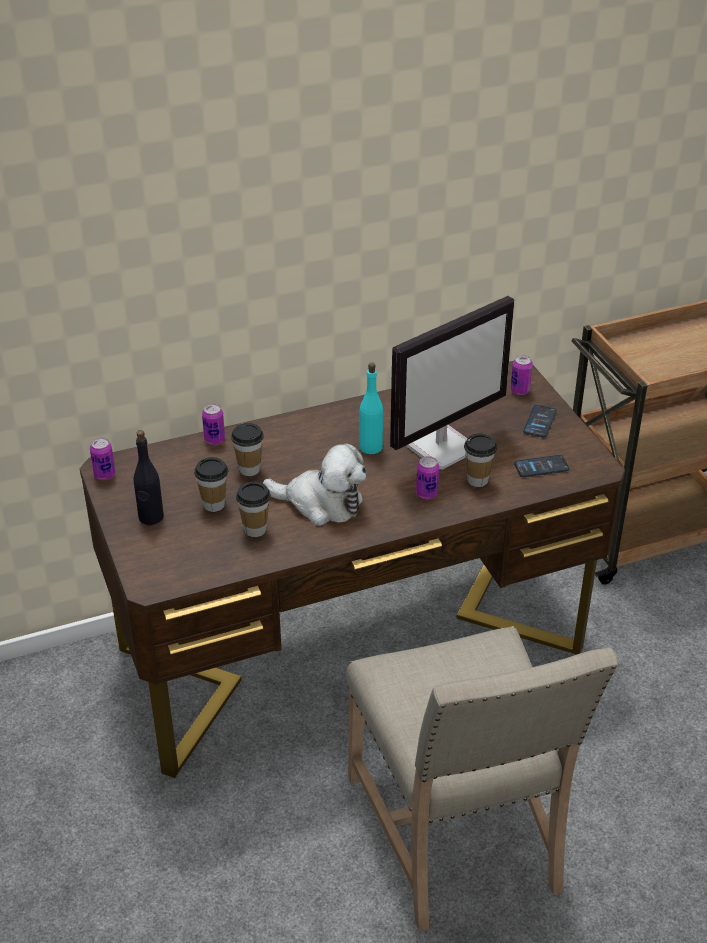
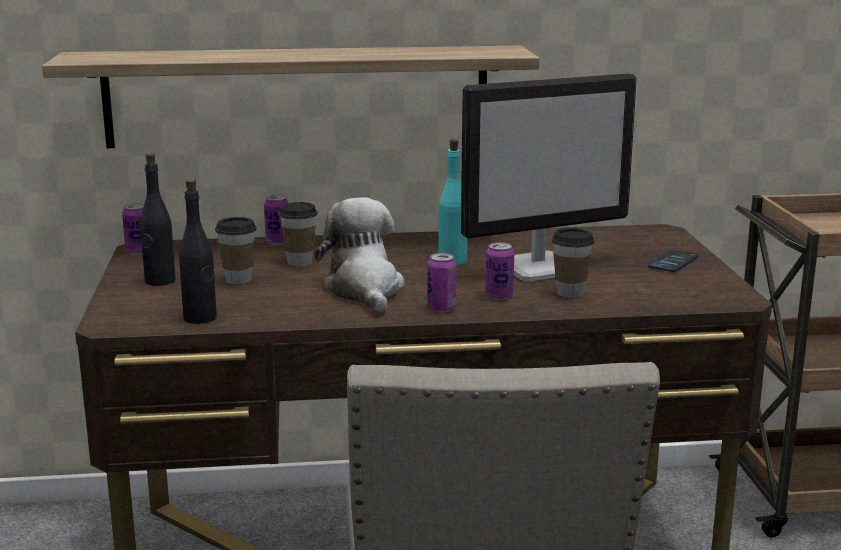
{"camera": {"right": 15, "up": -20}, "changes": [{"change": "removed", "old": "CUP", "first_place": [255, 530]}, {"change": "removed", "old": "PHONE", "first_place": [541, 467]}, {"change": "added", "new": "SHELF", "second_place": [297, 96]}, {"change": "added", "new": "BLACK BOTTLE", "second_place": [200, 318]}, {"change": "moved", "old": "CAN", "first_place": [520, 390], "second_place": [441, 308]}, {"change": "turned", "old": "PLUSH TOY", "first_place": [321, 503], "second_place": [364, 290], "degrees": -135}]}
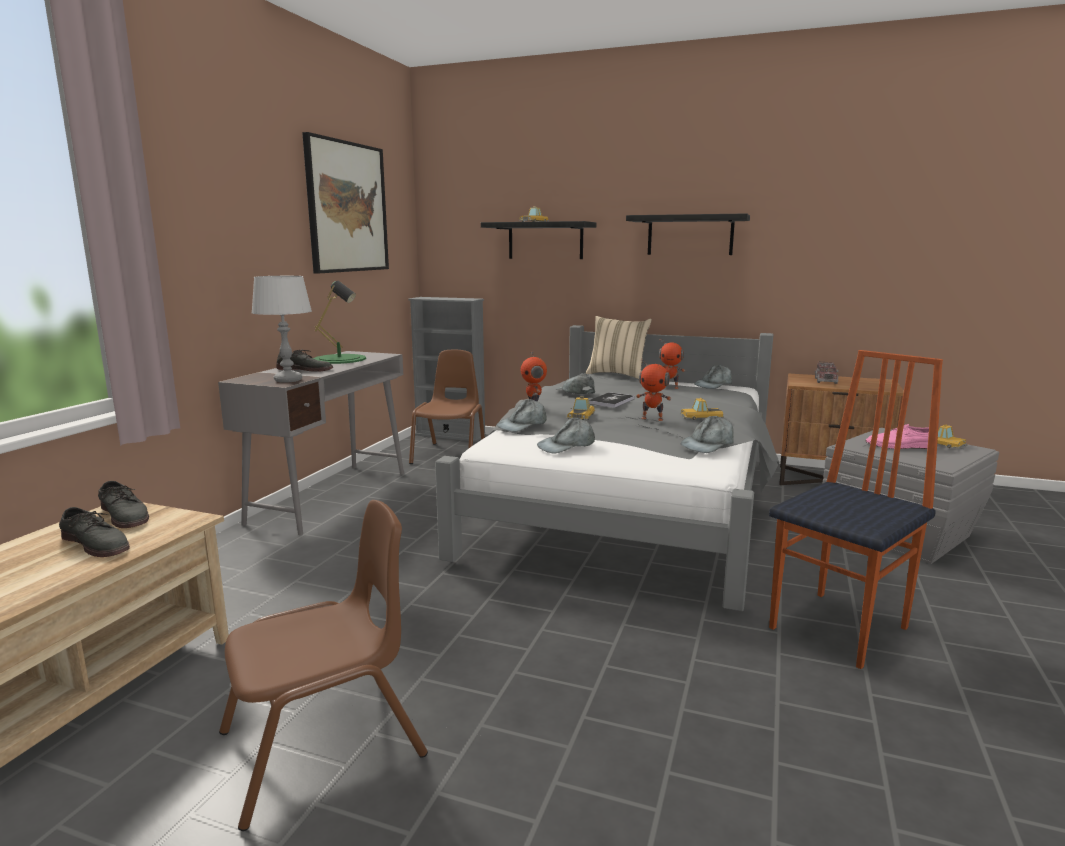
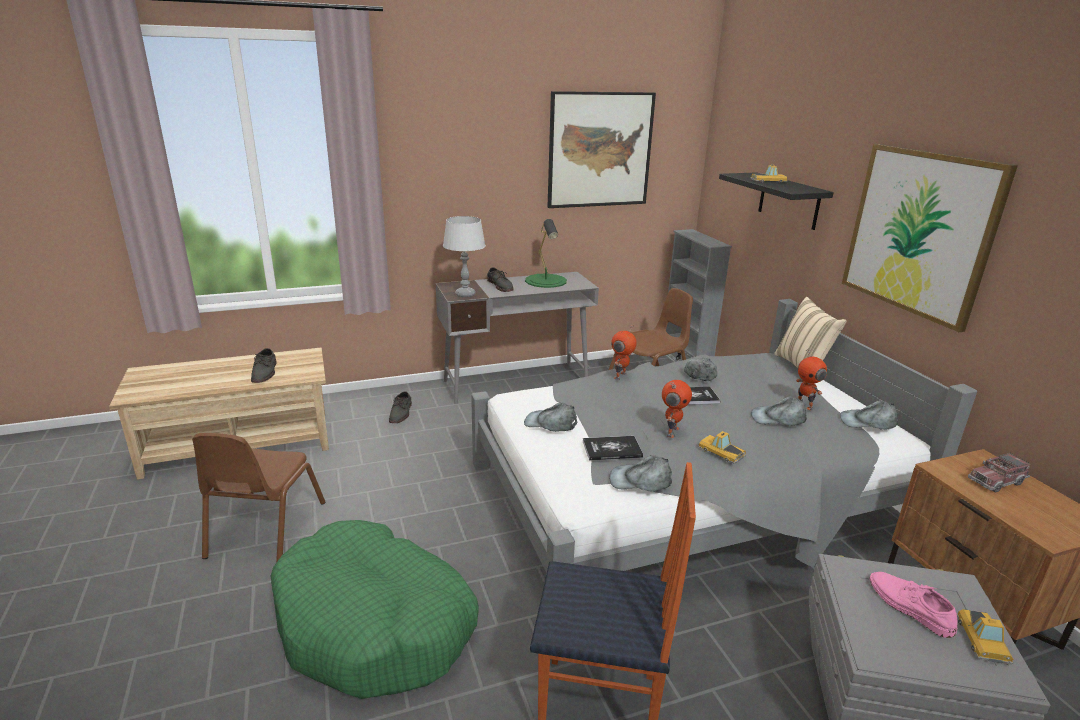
{"camera": {"right": 50, "up": 10}, "changes": [{"change": "removed", "old": "TOY CAR", "first_place": [581, 416]}, {"change": "added", "new": "GREEN DOG BED", "second_place": [375, 624]}, {"change": "added", "new": "BOOK", "second_place": [612, 449]}, {"change": "moved", "old": "GREY SHOE", "first_place": [125, 515], "second_place": [401, 413]}, {"change": "moved", "old": "GREY CAP", "first_place": [523, 425], "second_place": [778, 418]}, {"change": "replaced", "old": "BLACK SHELF", "new": "PICTURE", "first_place": [690, 235], "second_place": [919, 232]}, {"change": "turned", "old": "BROWN CHAIR", "first_place": [324, 746], "second_place": [265, 529], "degrees": 75}, {"change": "turned", "old": "TOY ROBOT", "first_place": [652, 419], "second_place": [671, 432], "degrees": -135}]}
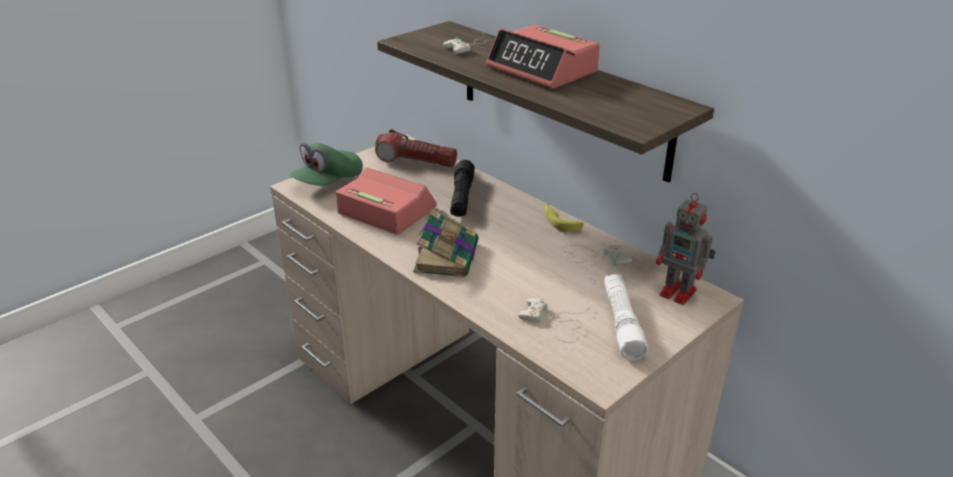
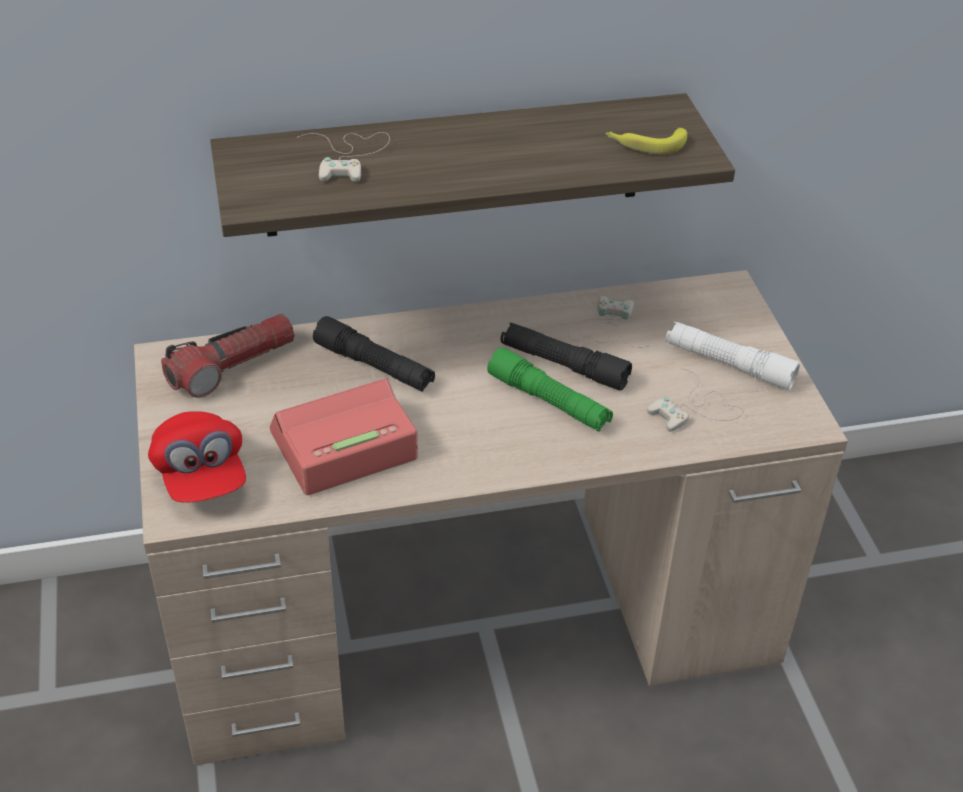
{"camera": {"right": -60, "up": 10}, "changes": [{"change": "removed", "old": "BOOK", "first_place": [447, 256]}, {"change": "removed", "old": "ALARM CLOCK", "first_place": [542, 70]}, {"change": "removed", "old": "TOY ROBOT", "first_place": [679, 293]}, {"change": "added", "new": "GREEN FLASHLIGHT", "second_place": [549, 401]}, {"change": "added", "new": "BLACK FLASHLIGHT", "second_place": [564, 365]}, {"change": "moved", "old": "BANANA", "first_place": [559, 220], "second_place": [645, 144]}, {"change": "recoloured", "old": "GREEN CAP", "new": "RED CAP", "first_place": [328, 182], "second_place": [201, 475]}]}
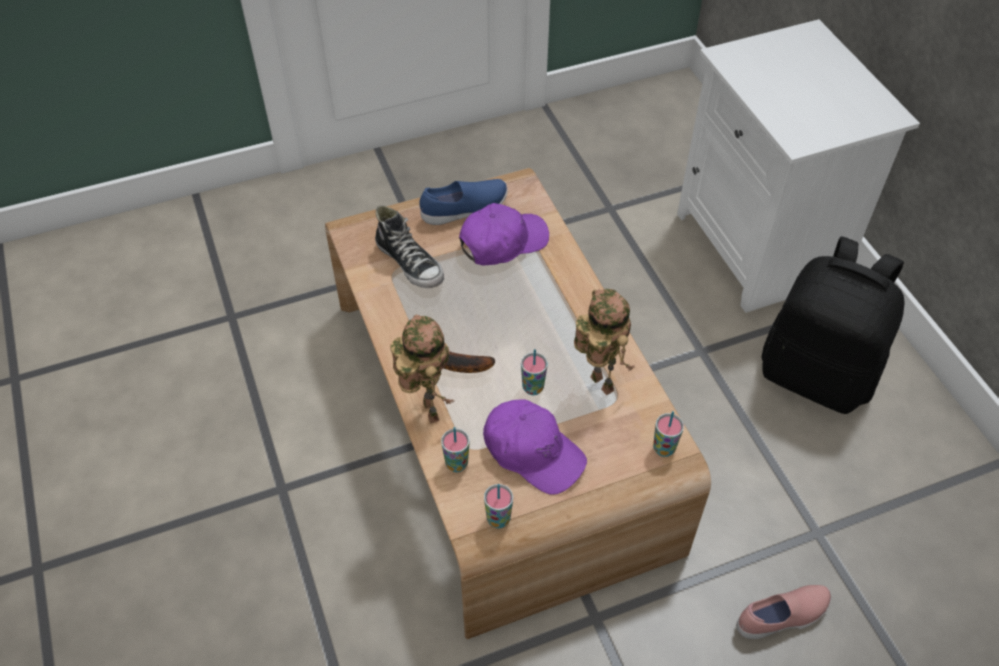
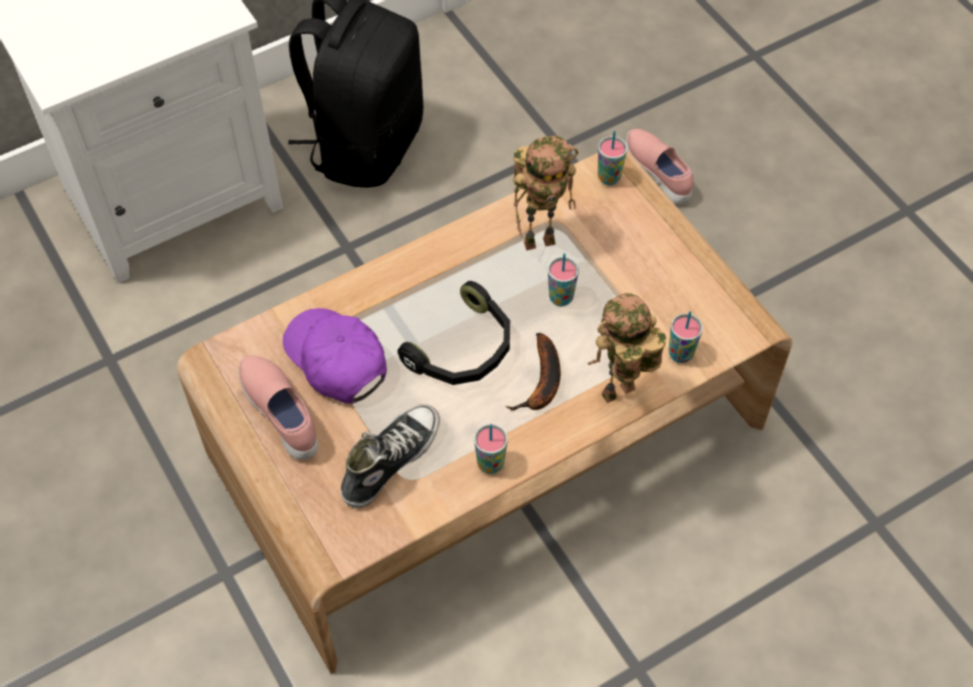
{"camera": {"right": -100, "up": 5}, "changes": [{"change": "removed", "old": "PURPLE CAP", "first_place": [533, 452]}, {"change": "added", "new": "BLACK HEADPHONES", "second_place": [464, 350]}, {"change": "moved", "old": "CUP", "first_place": [498, 519], "second_place": [490, 464]}, {"change": "recoloured", "old": "BLUE SHOE", "new": "PINK SHOE", "first_place": [465, 210], "second_place": [282, 413]}, {"change": "turned", "old": "TOY ROBOT", "first_place": [597, 384], "second_place": [540, 239], "degrees": -150}]}
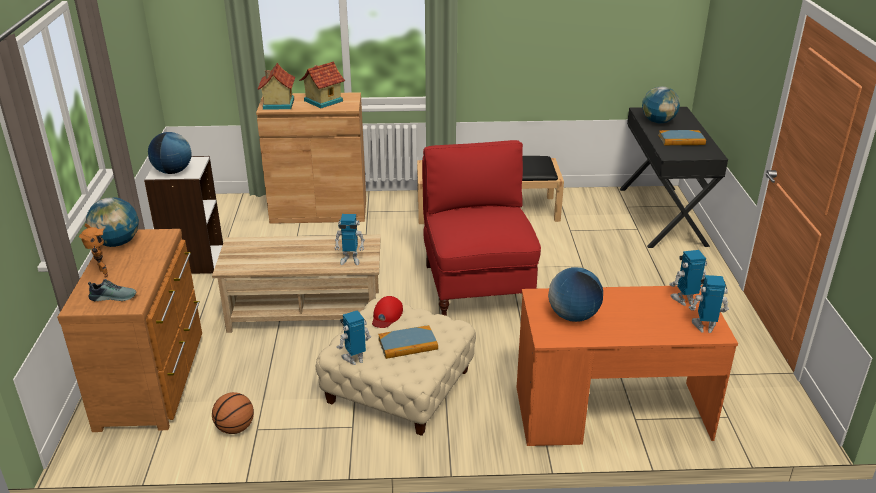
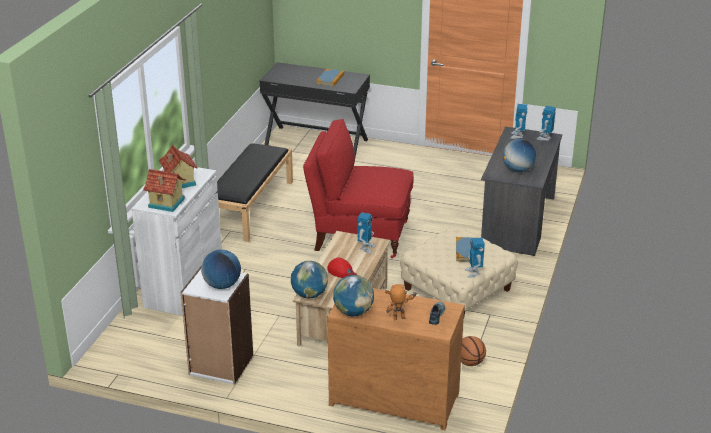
{"camera": {"right": -70, "up": 0}, "changes": [{"change": "moved", "old": "RED CAP", "first_place": [386, 315], "second_place": [342, 272]}, {"change": "moved", "old": "GLOBE", "first_place": [658, 122], "second_place": [309, 294]}, {"change": "recoloured", "old": "BROWN CABINET", "new": "WHITE CABINET", "first_place": [319, 211], "second_place": [184, 286]}, {"change": "recoloured", "old": "ORANGE DESK", "new": "GREY DESK", "first_place": [610, 413], "second_place": [518, 222]}]}
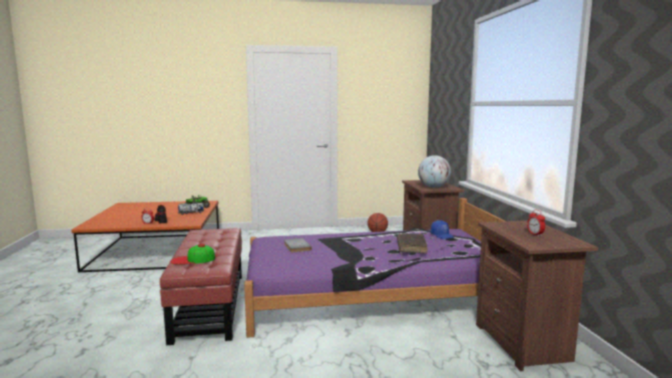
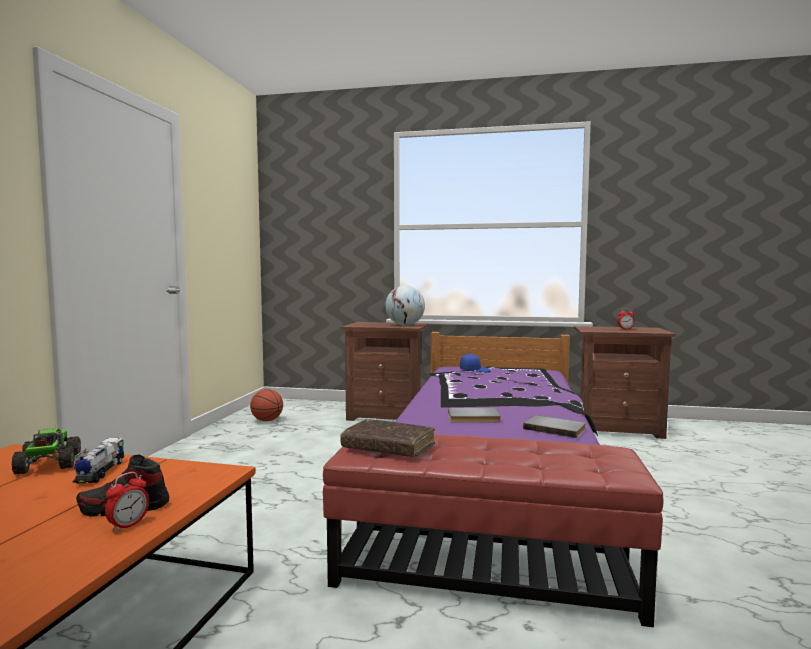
{"camera": {"right": -70, "up": -5}, "changes": [{"change": "removed", "old": "CAP", "first_place": [193, 260]}, {"change": "added", "new": "GREY BOOK", "second_place": [555, 428]}, {"change": "moved", "old": "BROWN BOOK", "first_place": [411, 247], "second_place": [388, 447]}]}
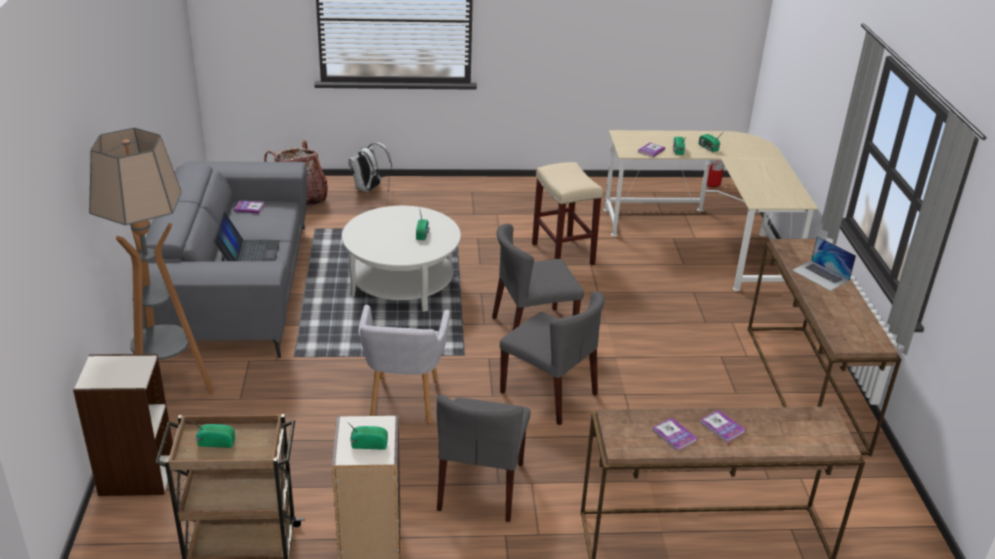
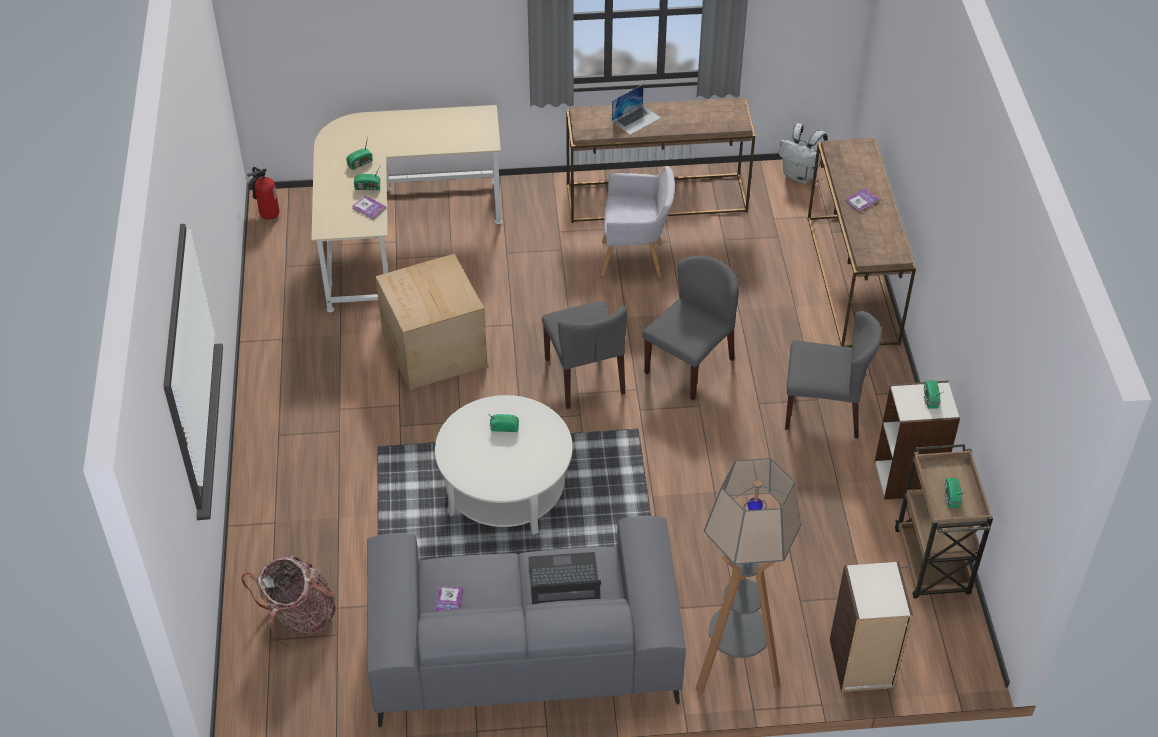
{"camera": {"right": -90, "up": 15}, "changes": [{"change": "removed", "old": "BOOK", "first_place": [674, 435]}, {"change": "moved", "old": "WHITE BACKPACK", "first_place": [369, 189], "second_place": [800, 175]}, {"change": "moved", "old": "GREY ARMCHAIR", "first_place": [403, 402], "second_place": [635, 260]}, {"change": "replaced", "old": "BEIGE STOOL", "new": "CARDBOARD BOX", "first_place": [562, 253], "second_place": [433, 351]}]}
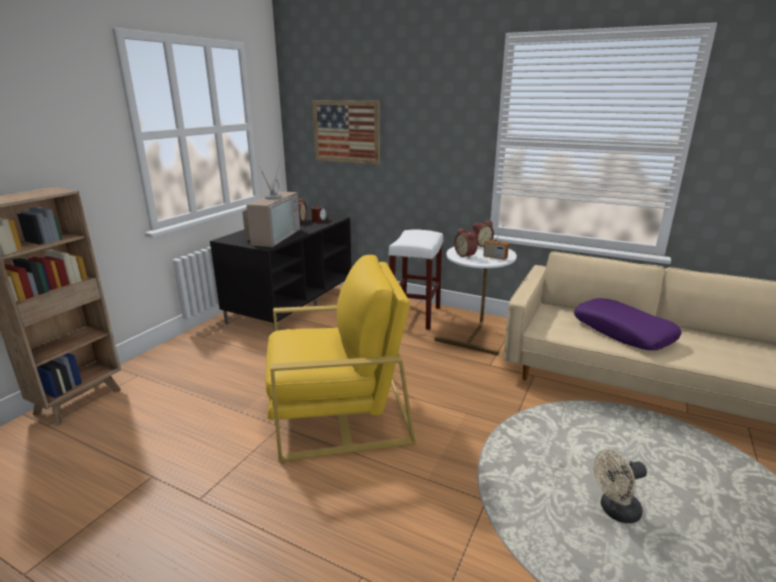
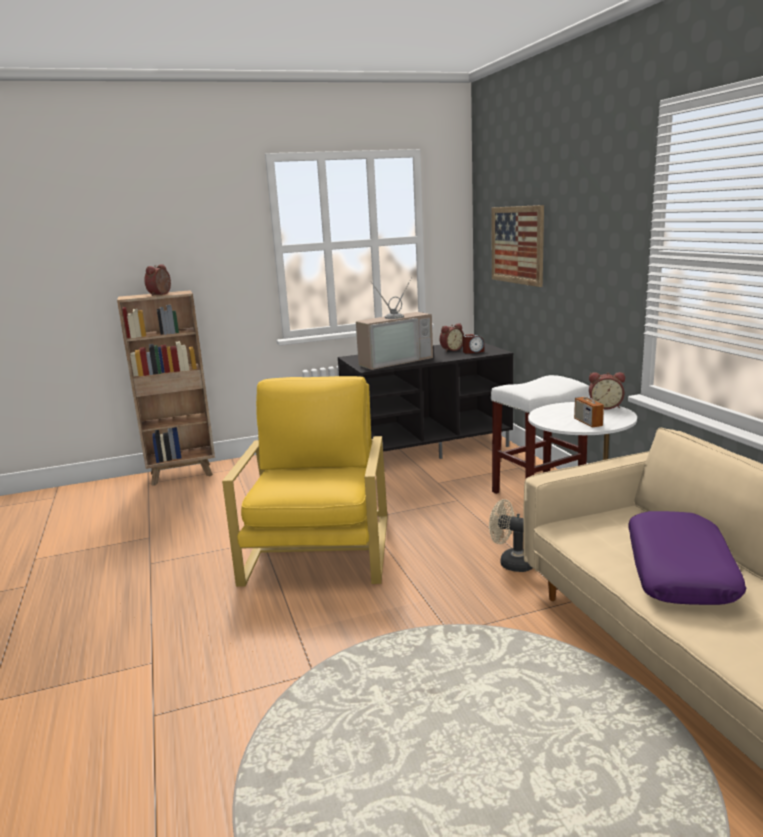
{"camera": {"right": 45, "up": -5}, "changes": [{"change": "moved", "old": "ALARM CLOCK", "first_place": [466, 255], "second_place": [161, 294]}, {"change": "moved", "old": "BEIGE FAN", "first_place": [614, 511], "second_place": [511, 563]}, {"change": "turned", "old": "YELLOW ARMCHAIR", "first_place": [339, 412], "second_place": [318, 550], "degrees": -120}]}
